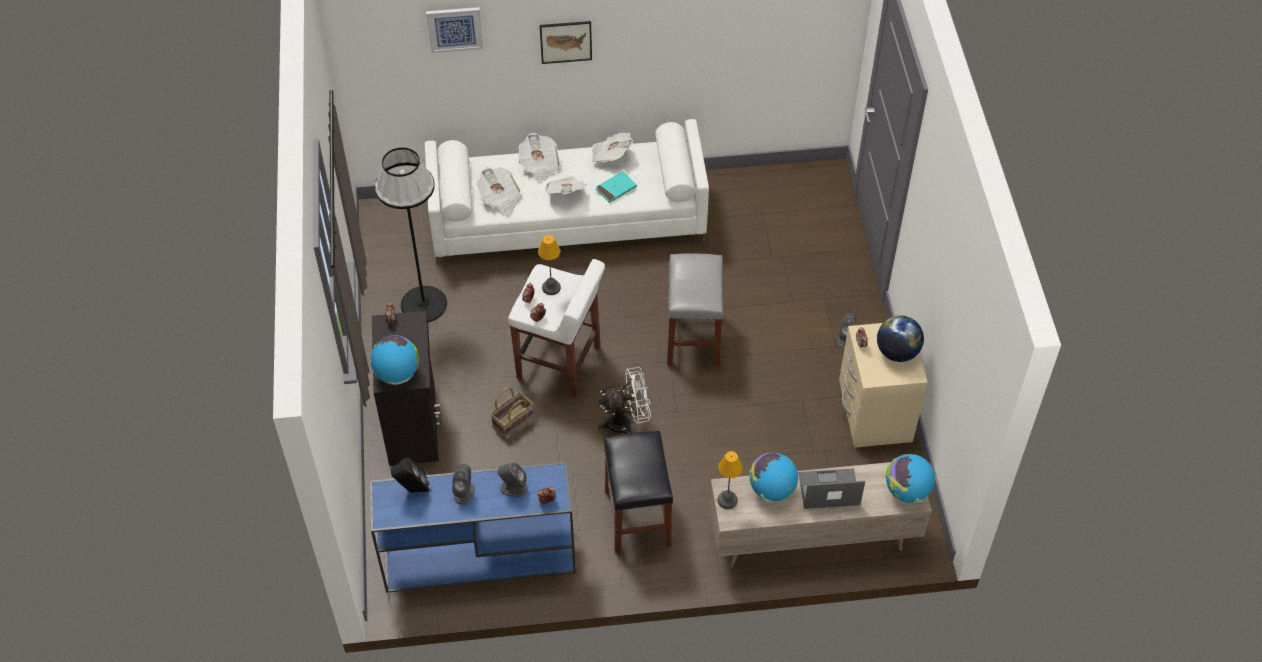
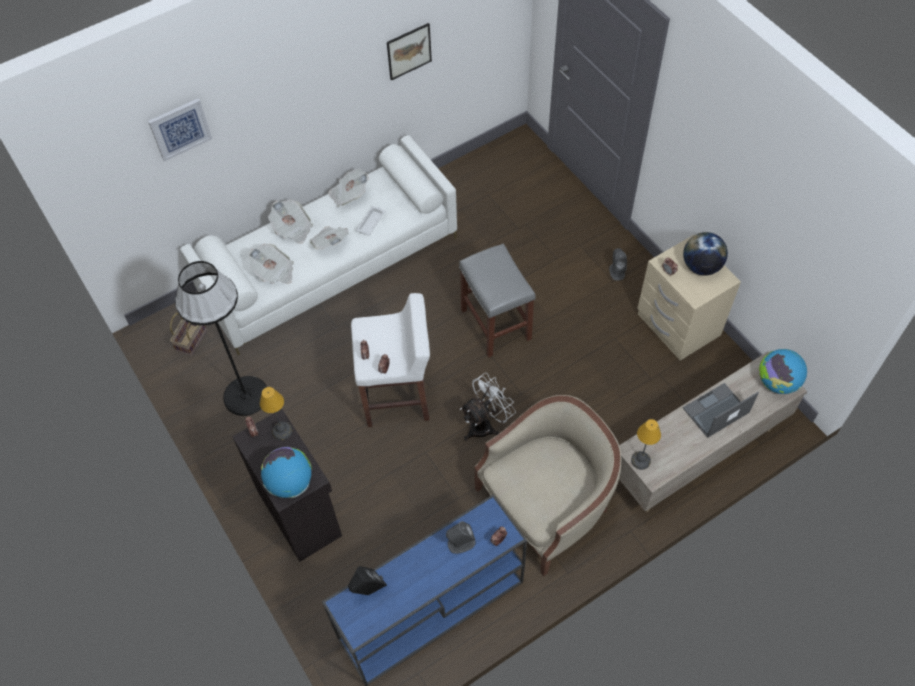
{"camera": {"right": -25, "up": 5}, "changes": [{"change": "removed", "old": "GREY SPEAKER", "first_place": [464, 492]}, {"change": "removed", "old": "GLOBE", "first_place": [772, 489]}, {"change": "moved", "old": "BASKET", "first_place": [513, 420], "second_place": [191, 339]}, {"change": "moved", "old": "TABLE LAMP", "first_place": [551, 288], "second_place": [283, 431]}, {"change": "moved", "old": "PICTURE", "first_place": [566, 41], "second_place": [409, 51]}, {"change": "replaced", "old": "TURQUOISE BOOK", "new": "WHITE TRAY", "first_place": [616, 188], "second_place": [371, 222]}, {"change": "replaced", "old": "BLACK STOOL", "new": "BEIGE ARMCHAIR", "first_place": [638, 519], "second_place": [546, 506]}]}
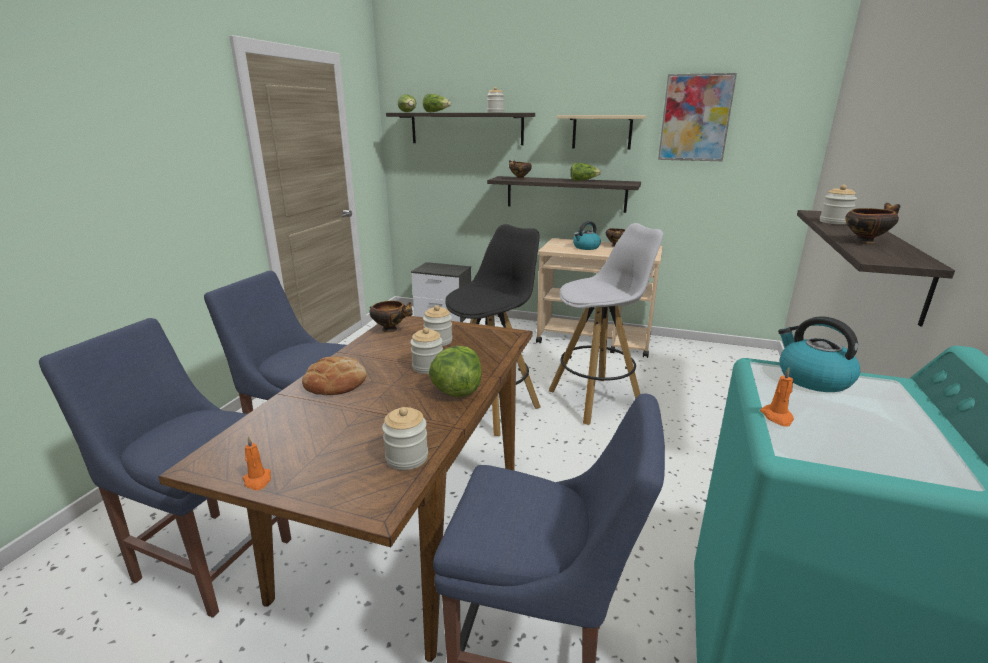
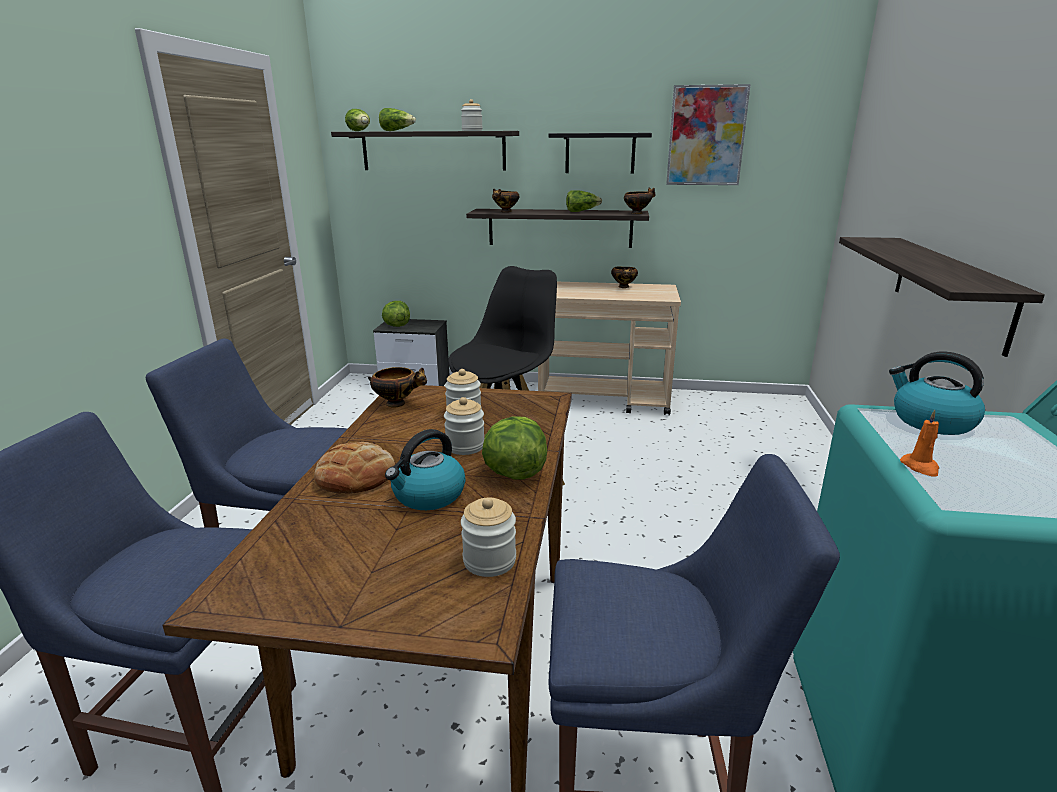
{"camera": {"right": -10, "up": 0}, "changes": [{"change": "removed", "old": "ORANGE CANDLE", "first_place": [258, 480]}, {"change": "removed", "old": "WHITE STOOL", "first_place": [596, 399]}, {"change": "removed", "old": "JAR", "first_place": [834, 222]}, {"change": "added", "new": "LETTUCE", "second_place": [396, 326]}, {"change": "moved", "old": "KETTLE", "first_place": [586, 247], "second_place": [428, 495]}, {"change": "moved", "old": "BOWL", "first_place": [865, 241], "second_place": [637, 213]}, {"change": "recoloured", "old": "BEIGE SHELF", "new": "BLACK SHELF", "first_place": [602, 132], "second_place": [600, 153]}]}
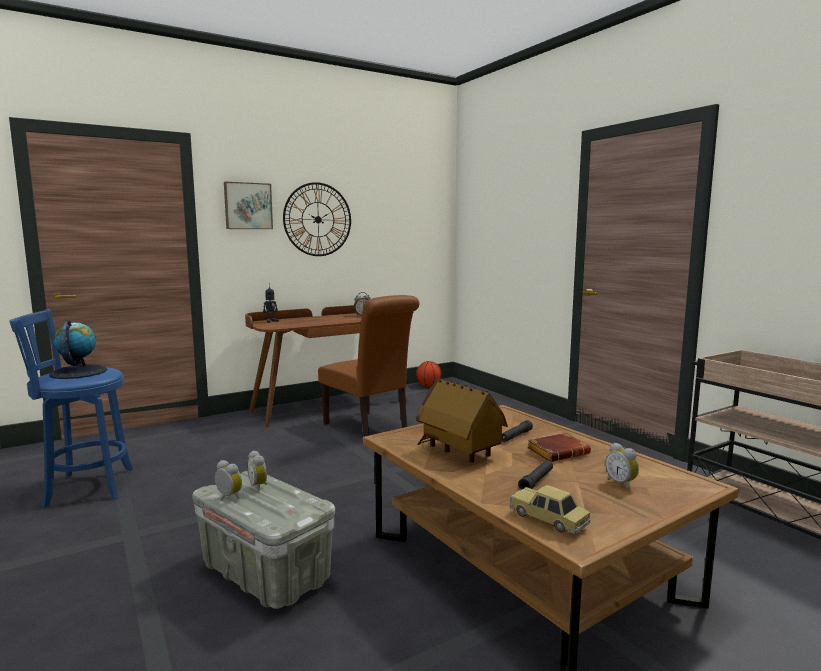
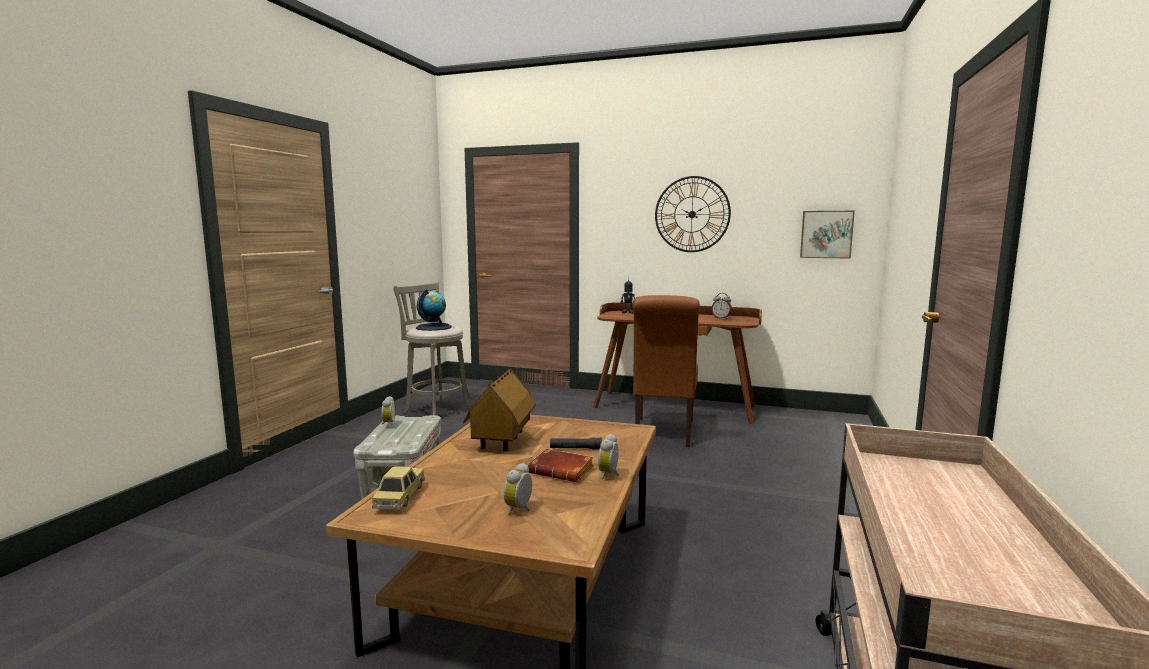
{"camera": {"right": 50, "up": 0}, "changes": [{"change": "removed", "old": "BASKETBALL", "first_place": [428, 386]}, {"change": "removed", "old": "BLACK FLASHLIGHT", "first_place": [536, 481]}, {"change": "moved", "old": "PICTURE", "first_place": [248, 206], "second_place": [826, 234]}, {"change": "moved", "old": "ALARM CLOCK", "first_place": [259, 486], "second_place": [610, 475]}, {"change": "recoloured", "old": "BLUE STOOL", "new": "GREY STOOL", "first_place": [85, 487], "second_place": [435, 409]}]}
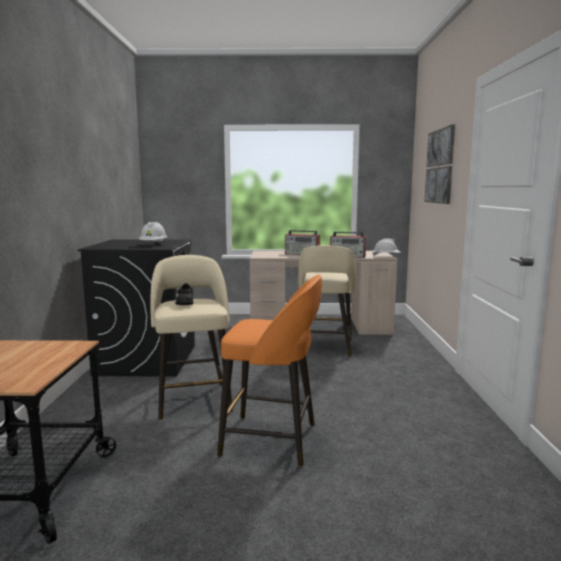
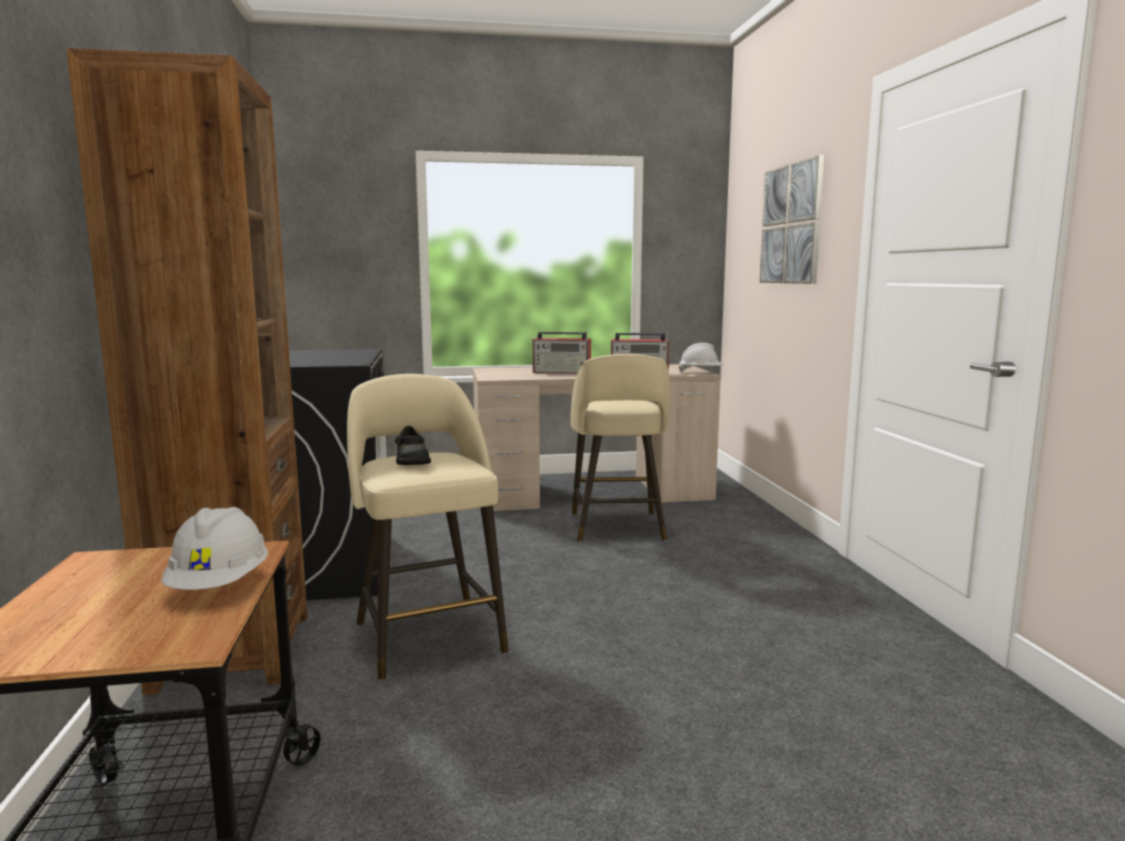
{"camera": {"right": -10, "up": 0}, "changes": [{"change": "removed", "old": "ORANGE STOOL", "first_place": [272, 440]}, {"change": "added", "new": "BROWN BOOKCASE", "second_place": [232, 651]}, {"change": "moved", "old": "WHITE HARD HAT", "first_place": [153, 244], "second_place": [220, 586]}]}
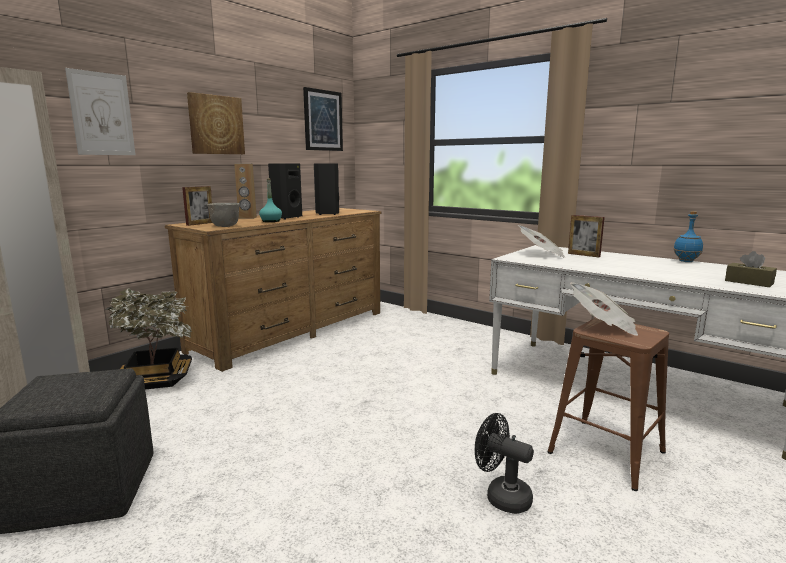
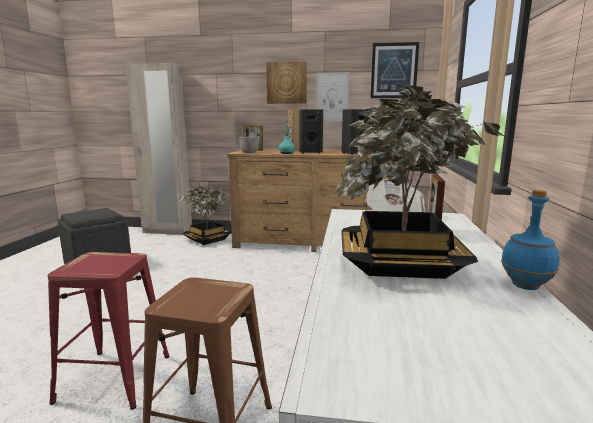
{"camera": {"right": 60, "up": 0}, "changes": [{"change": "removed", "old": "NEWSPAPER", "first_place": [603, 326]}, {"change": "removed", "old": "BROWN TISSUE BOX", "first_place": [748, 282]}, {"change": "added", "new": "POTTED PLANT", "second_place": [401, 263]}, {"change": "moved", "old": "PICTURE", "first_place": [102, 114], "second_place": [332, 97]}, {"change": "replaced", "old": "BLACK FAN", "new": "RED STOOL", "first_place": [501, 496], "second_place": [114, 378]}]}
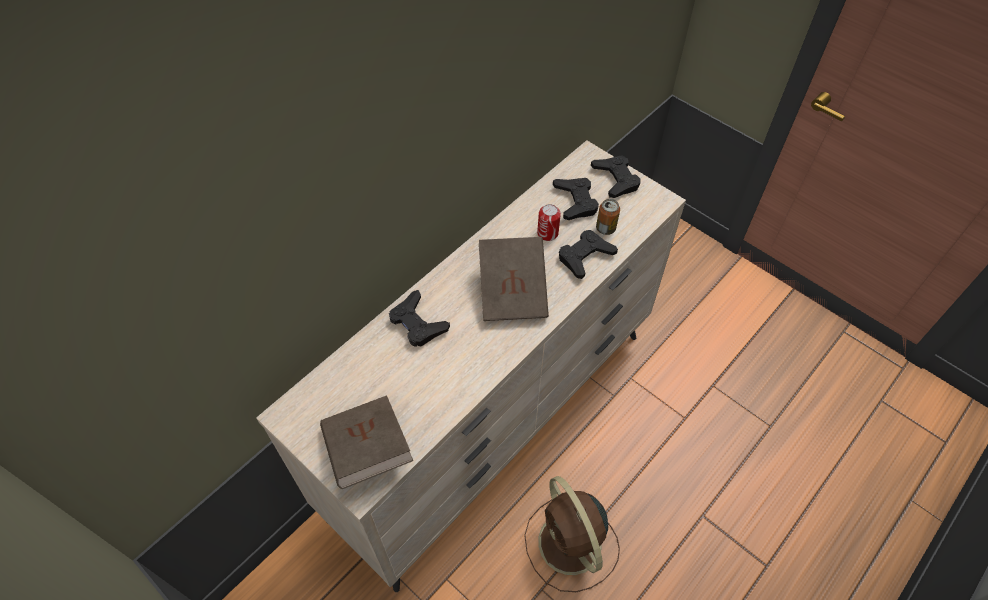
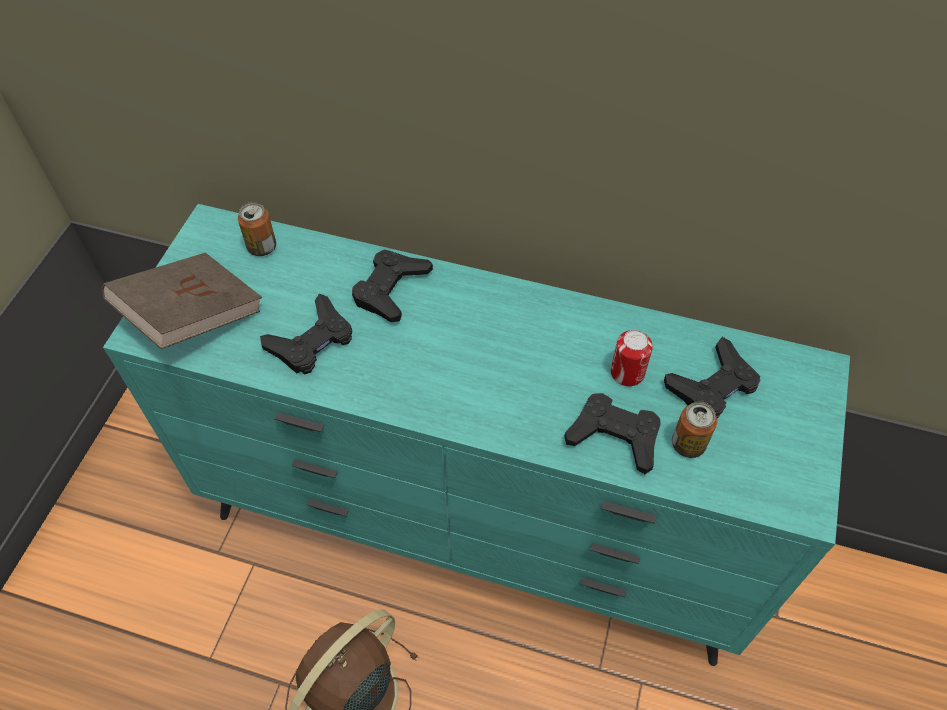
{"camera": {"right": 65, "up": 0}, "changes": [{"change": "removed", "old": "BROWN BOOK", "first_place": [512, 291]}, {"change": "added", "new": "CAN", "second_place": [262, 247]}, {"change": "moved", "old": "BLACK GAME CONTROLLER", "first_place": [616, 179], "second_place": [311, 341]}, {"change": "recoloured", "old": "BEIGE DRESSER", "new": "TURQUOISE DRESSER", "first_place": [495, 422], "second_place": [477, 529]}]}
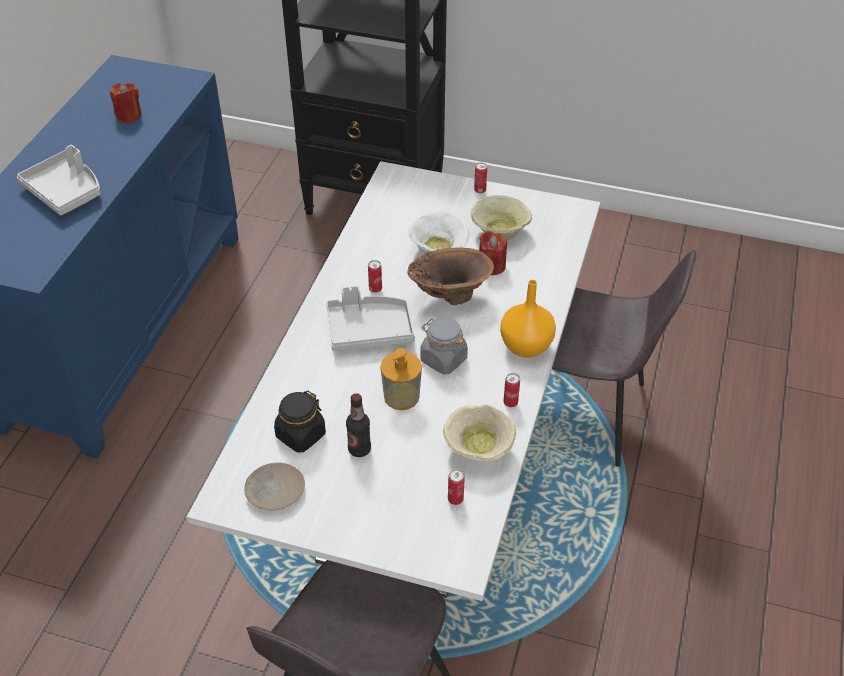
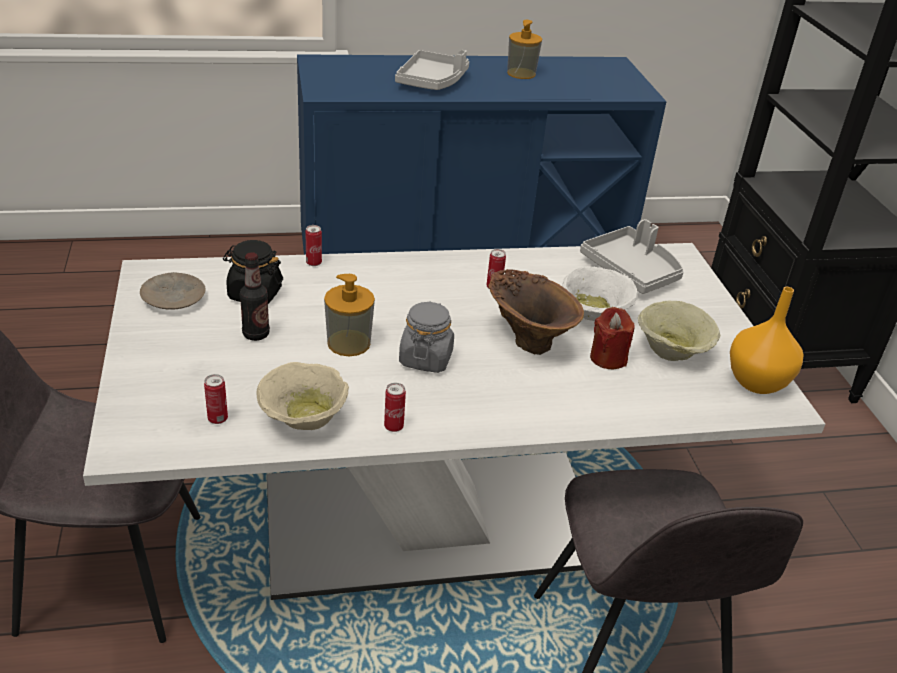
{"camera": {"right": 60, "up": -10}, "changes": [{"change": "removed", "old": "RED CANDLE", "first_place": [129, 115]}, {"change": "added", "new": "SOAP DISPENSER", "second_place": [521, 73]}, {"change": "moved", "old": "GREY TRAY", "first_place": [369, 330], "second_place": [632, 271]}, {"change": "moved", "old": "CAN", "first_place": [480, 190], "second_place": [314, 263]}, {"change": "moved", "old": "ORANGE VASE", "first_place": [526, 346], "second_place": [758, 383]}]}
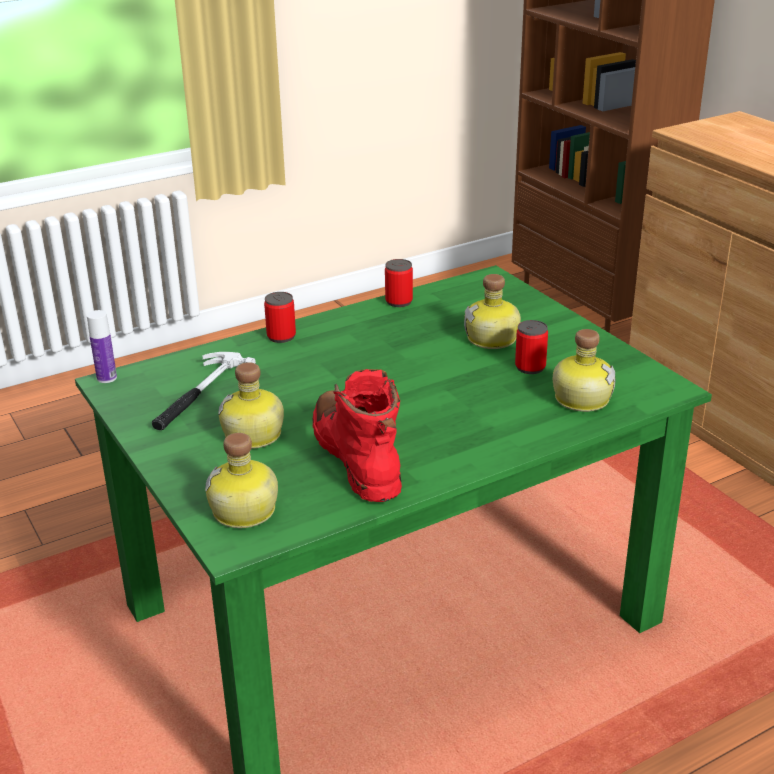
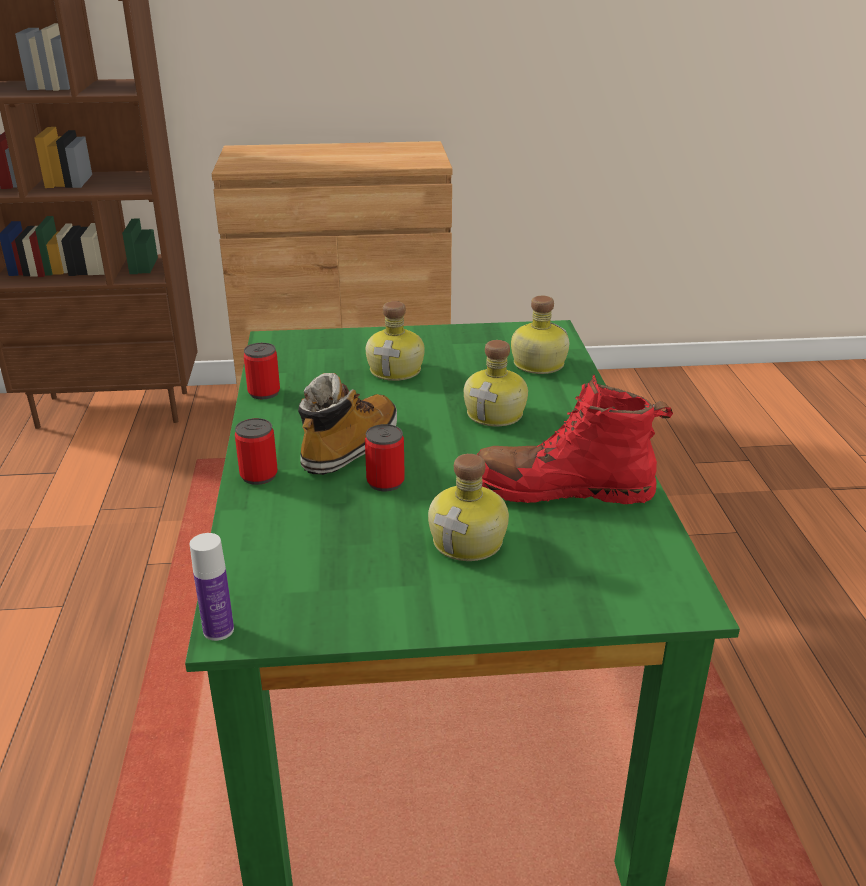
{"camera": {"right": -65, "up": 0}, "changes": [{"change": "removed", "old": "HAMMER", "first_place": [198, 394]}, {"change": "added", "new": "BOOT", "second_place": [350, 447]}, {"change": "moved", "old": "BOTTLE", "first_place": [245, 512], "second_place": [496, 414]}, {"change": "moved", "old": "CAN", "first_place": [530, 367], "second_place": [385, 482]}]}
